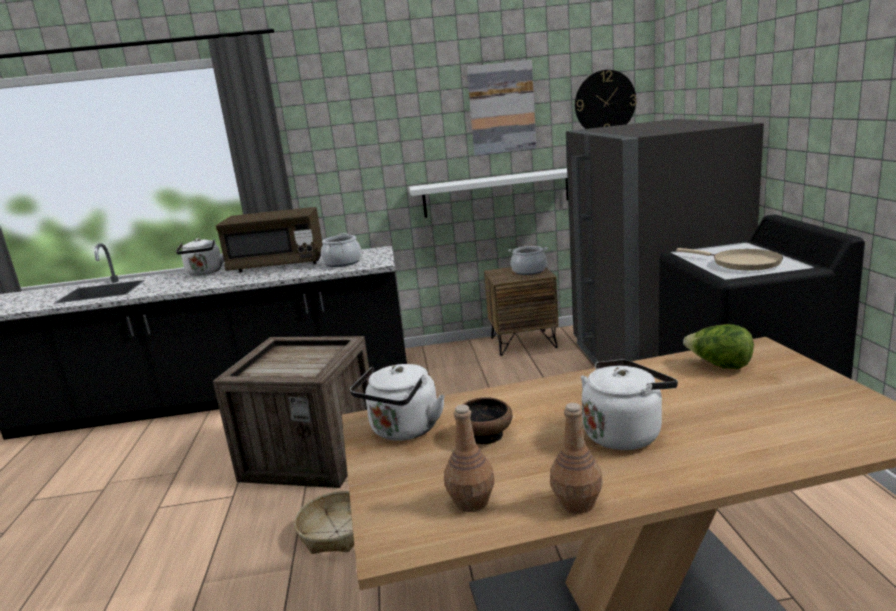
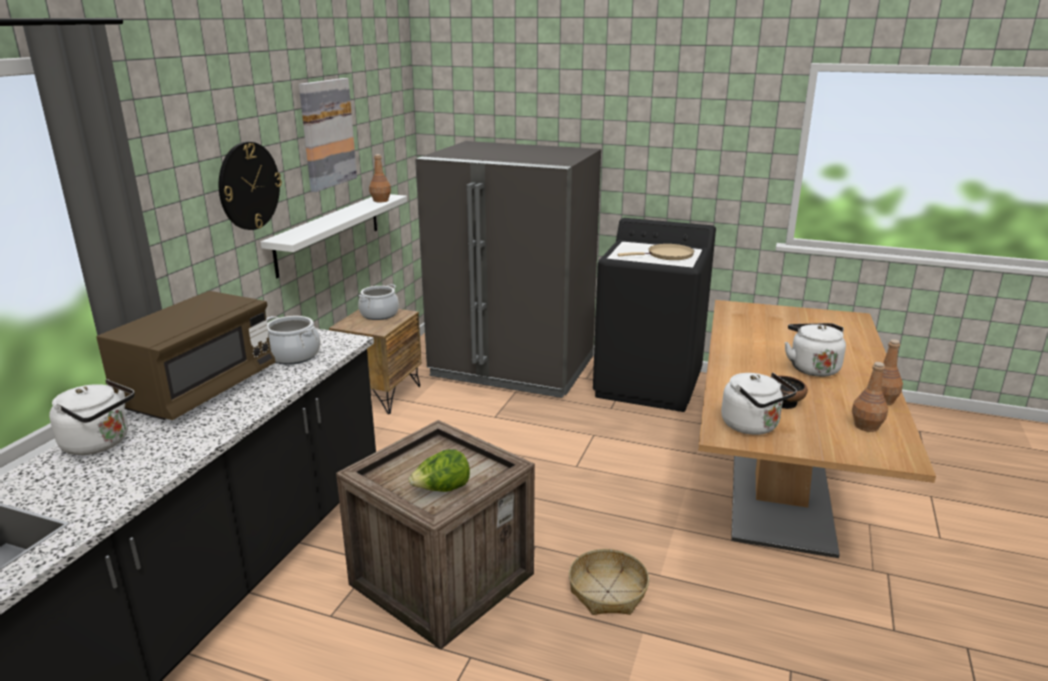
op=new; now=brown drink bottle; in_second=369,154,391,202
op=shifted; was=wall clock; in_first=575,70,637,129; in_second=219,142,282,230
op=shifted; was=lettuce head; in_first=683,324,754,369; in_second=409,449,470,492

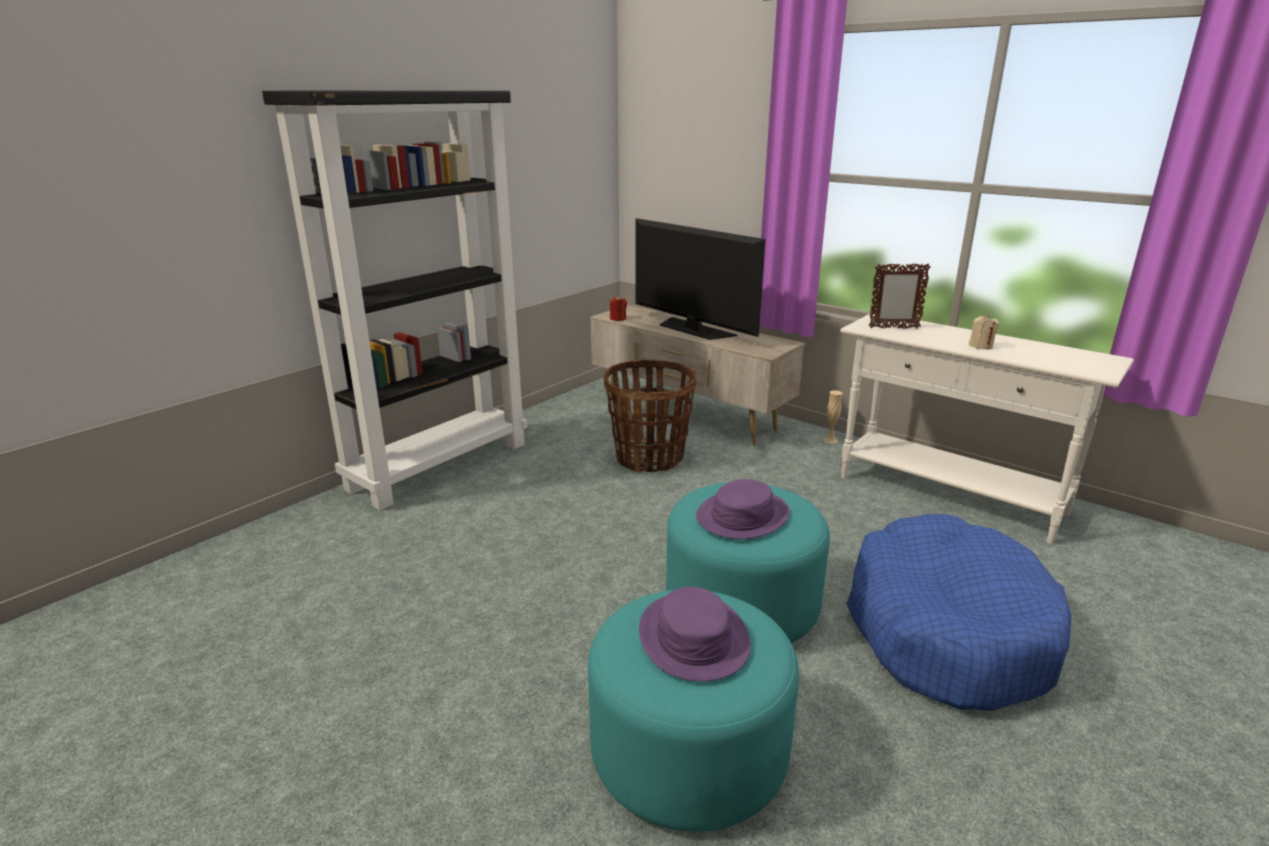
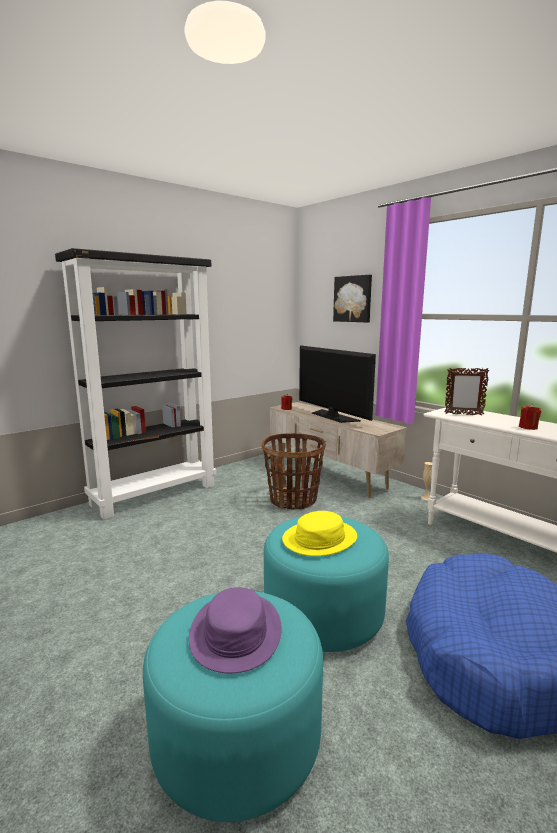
op=new; now=wall art; in_second=333,275,372,322
op=repainted; was=purplish hat; now=yellowish hat; in_first=696,479,790,539; in_second=282,511,357,556
op=repainted; was=beige-coloured wax candle; now=reddish wax candle; in_first=969,315,999,349; in_second=519,404,541,430

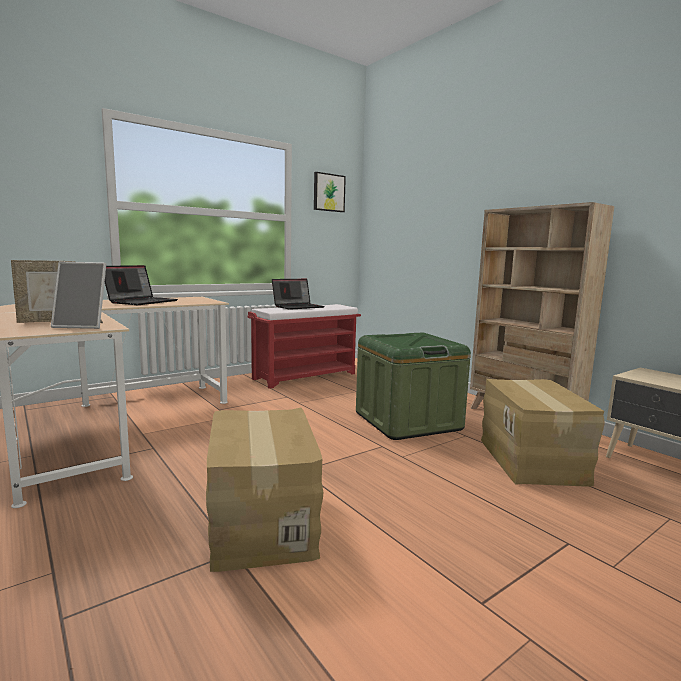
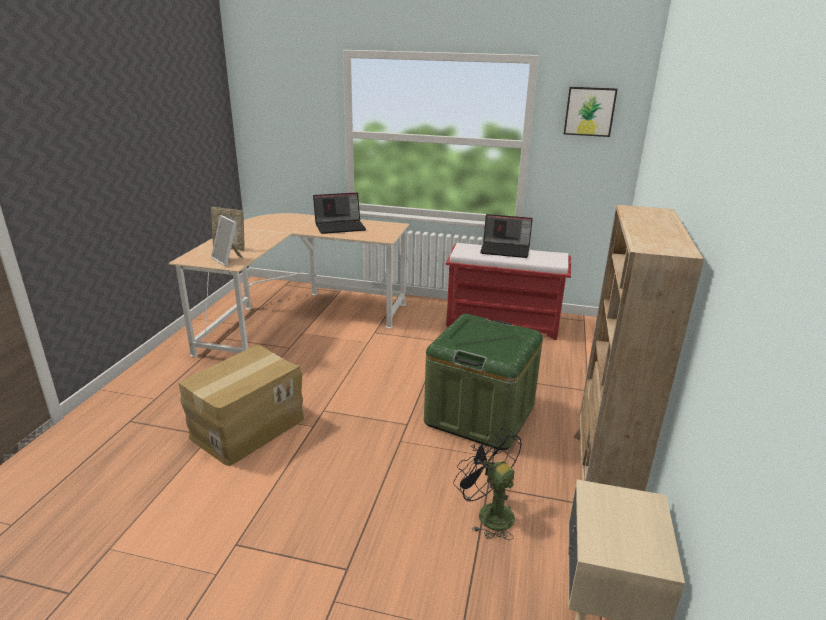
op=swapped; was=packing box; now=black-coloured electric fan; in_first=481,379,605,487; in_second=453,427,522,540

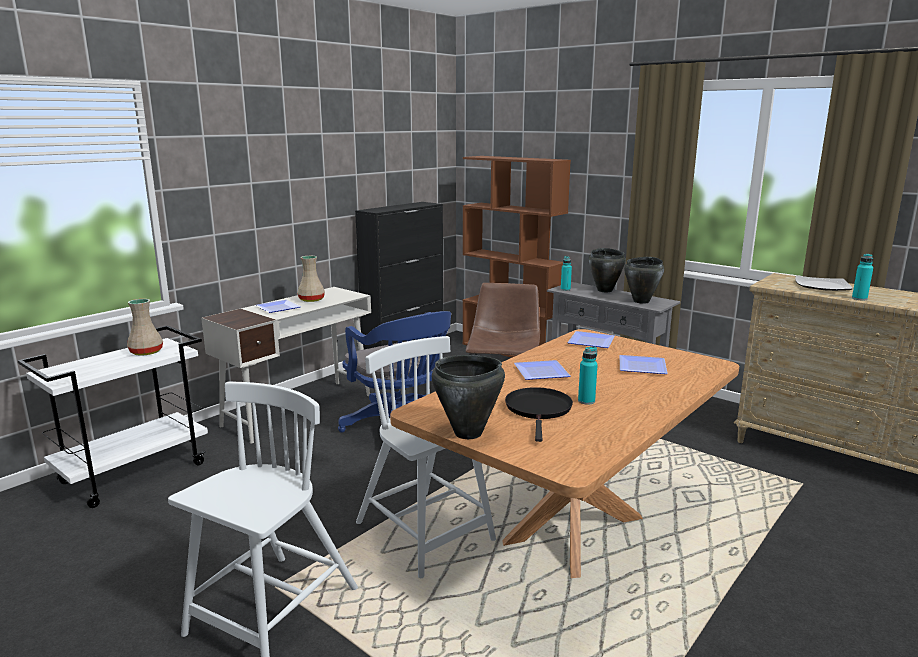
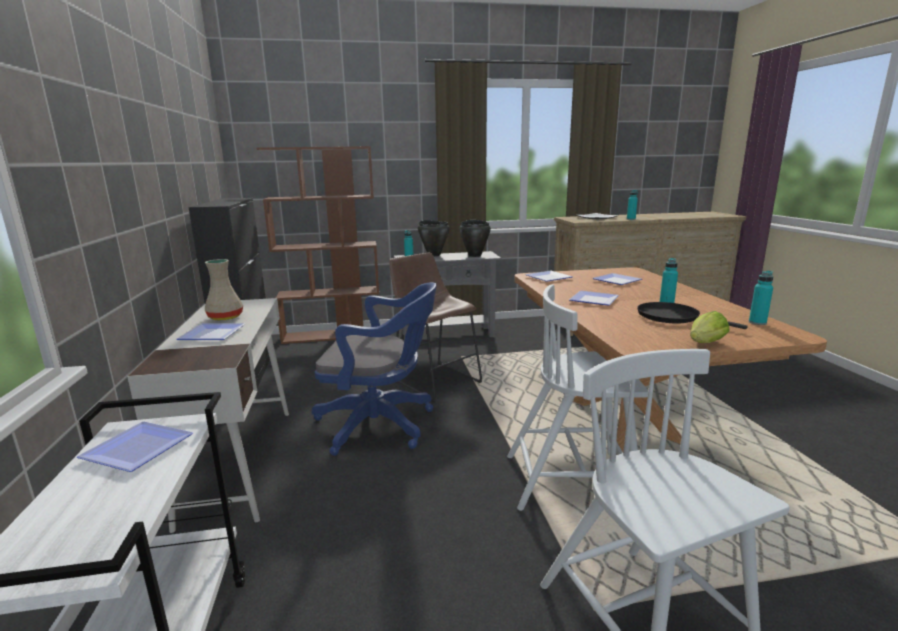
op=new; now=turquoise-coloured drink bottle; in_second=749,271,773,325
op=swapped; was=beige-coloured flower vase; now=dinner plate; in_first=127,299,163,356; in_second=77,422,193,472
op=swapped; was=black-coloured cooking pot; now=lettuce head; in_first=432,355,505,439; in_second=690,311,730,343

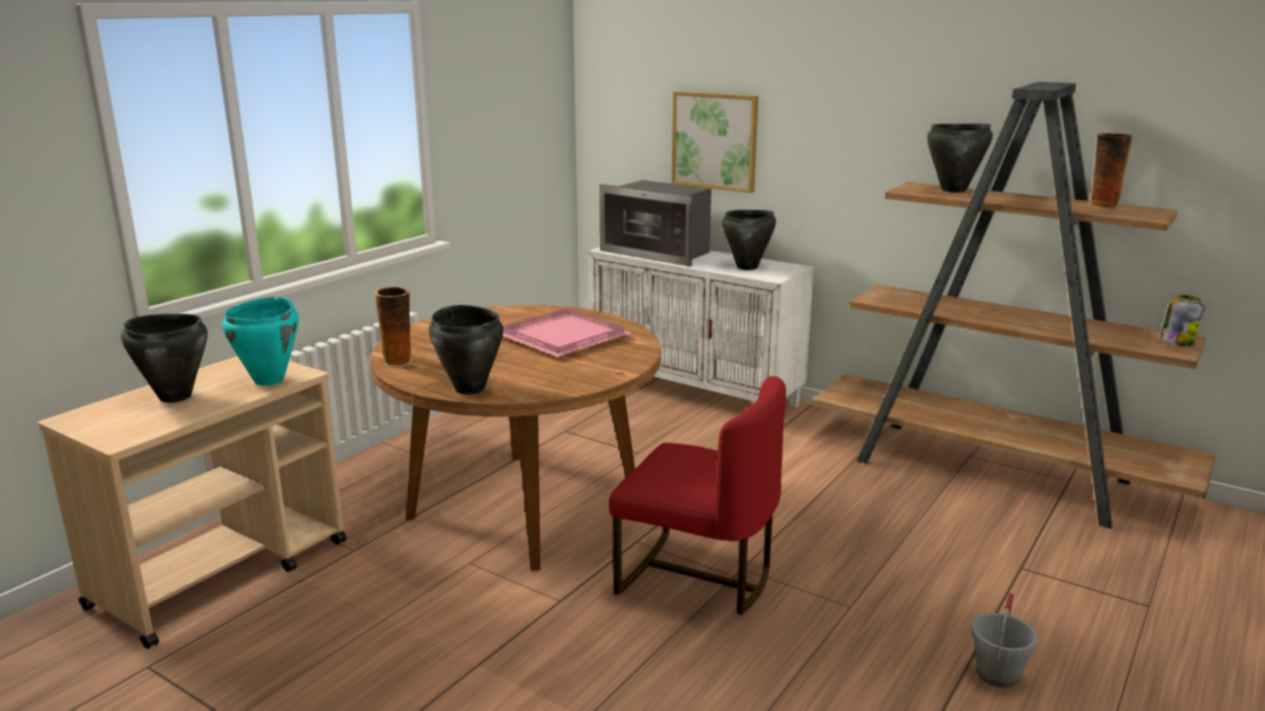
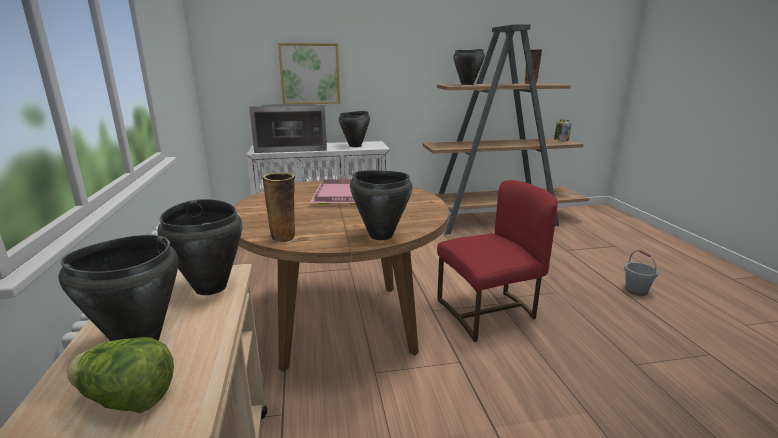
op=new; now=lettuce head; in_second=67,337,174,413
op=repainted; was=turquoise-coloured cooking pot; now=black-coloured cooking pot; in_first=222,297,299,386; in_second=157,199,242,295

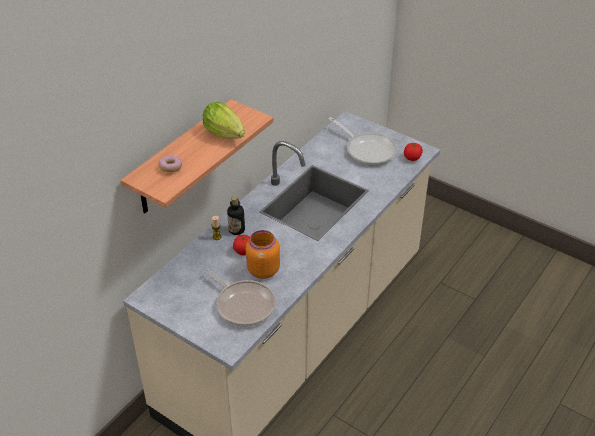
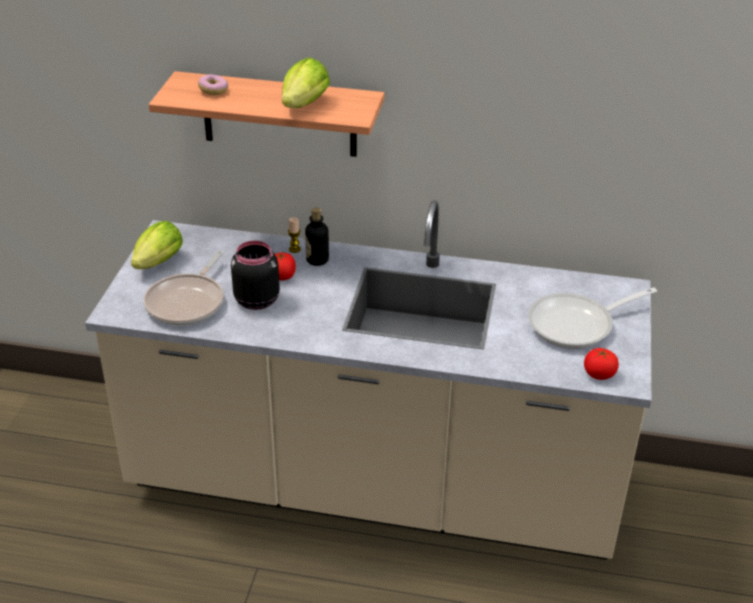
op=new; now=lettuce head; in_second=131,221,183,269
op=repainted; was=orange jar; now=black-coloured jar; in_first=246,230,280,279; in_second=231,240,280,310
op=rotated; was=pan; in_first=329,117,397,166; in_second=528,287,657,349; clockwise=45

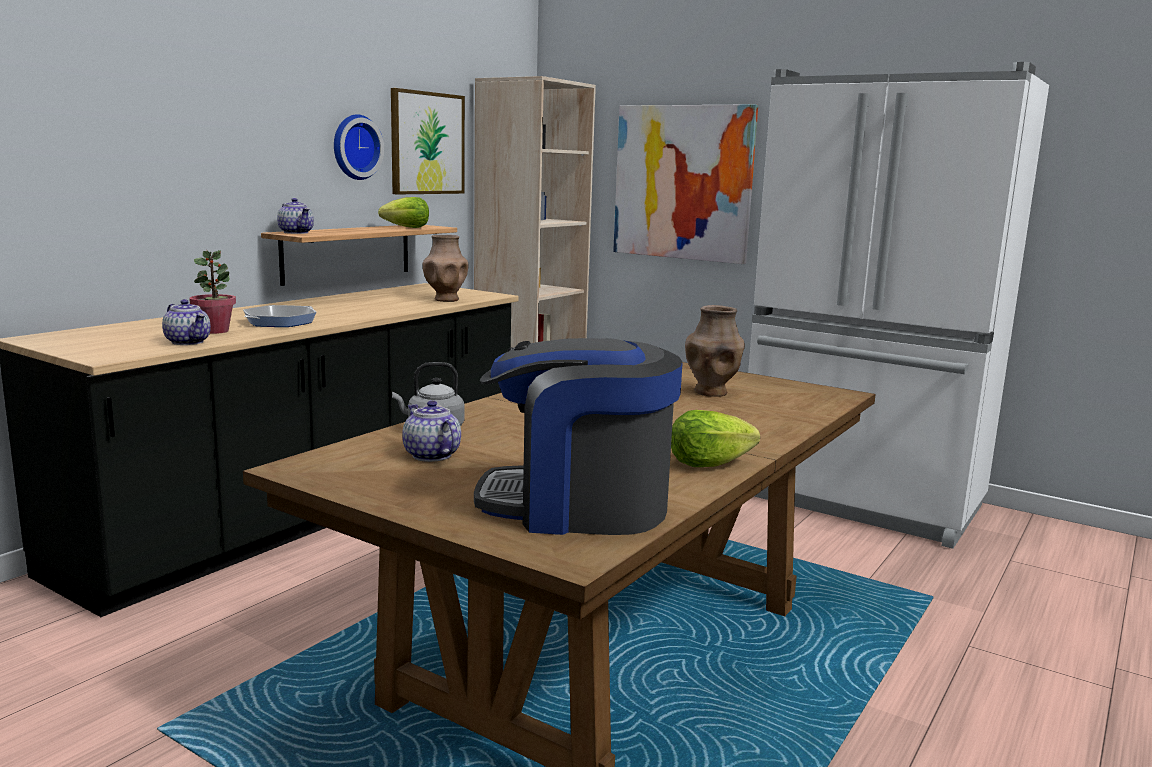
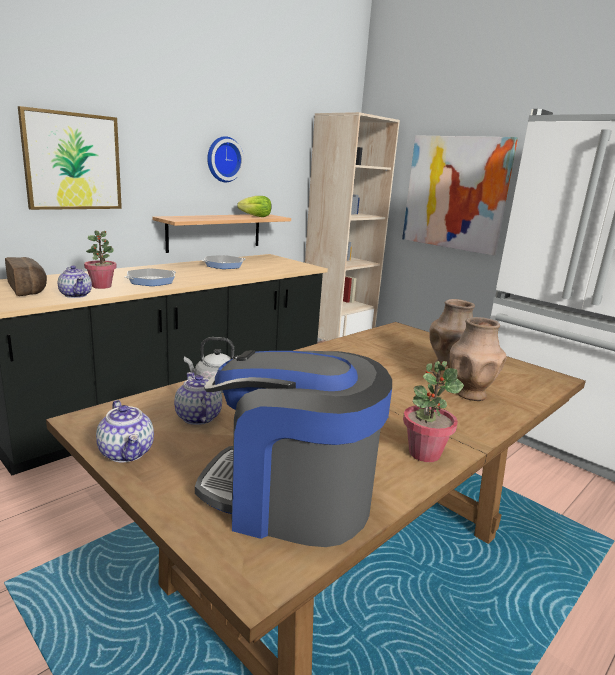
op=new; now=bakery bread; in_second=5,257,47,296
op=new; now=pan; in_second=202,255,245,269
op=shifted; was=pot for tea; in_first=277,198,314,234; in_second=96,400,154,462
op=shifted; was=wall art; in_first=391,88,465,195; in_second=18,106,122,210
op=shifted; was=brown flower vase; in_first=423,235,469,302; in_second=450,317,506,401
op=swapped; was=lettuce head; now=plant in a pot; in_first=671,410,760,467; in_second=403,361,464,462

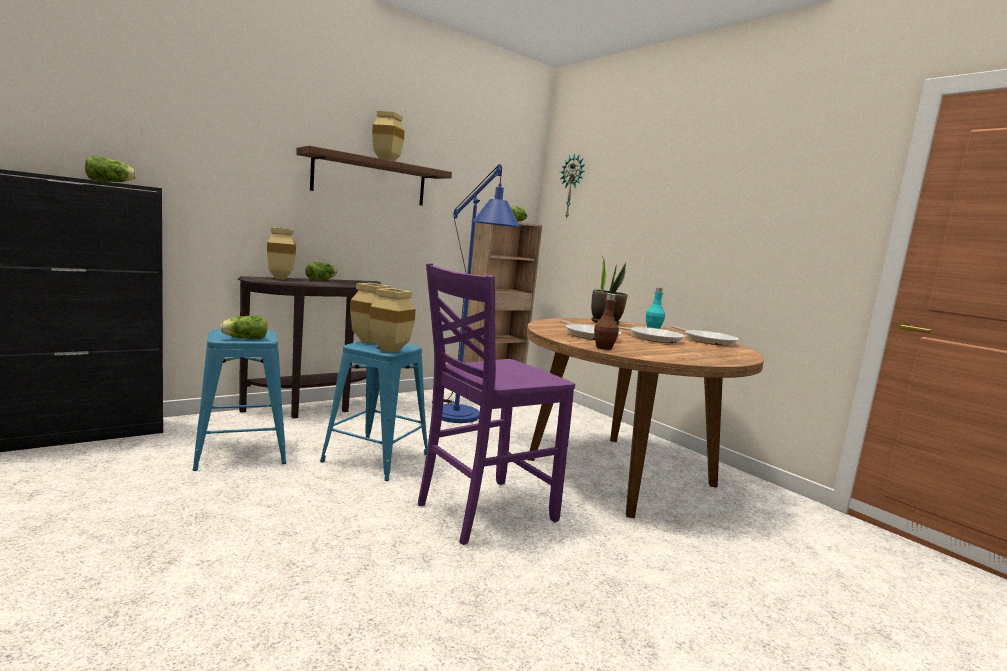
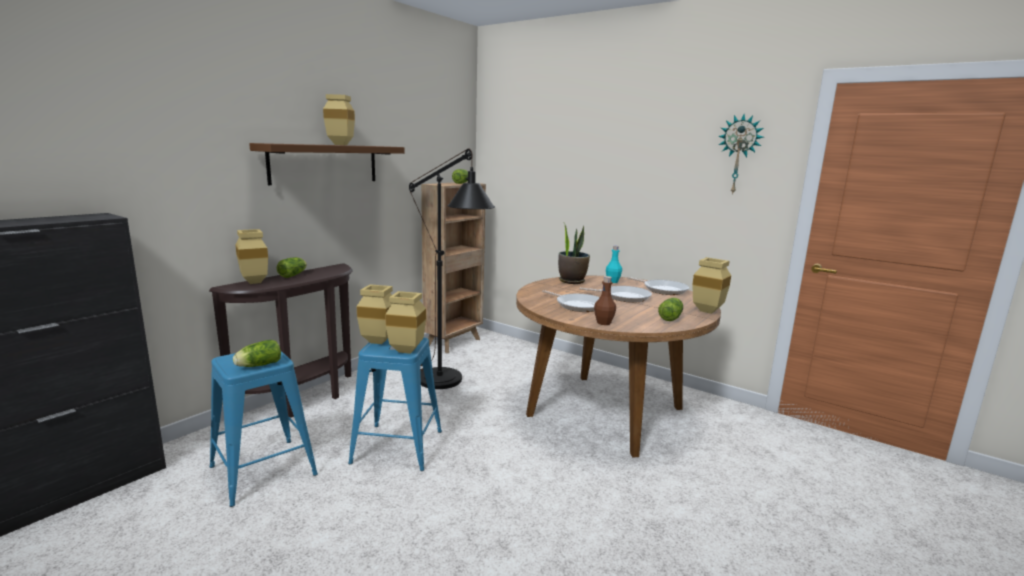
op=gone; was=purplish chair; in_first=418,263,575,545
op=new; now=beige-coloured flower vase; in_second=692,257,731,314
op=shifted; was=lettuce head; in_first=85,156,136,182; in_second=658,298,683,321
op=shifted; was=wall clock; in_first=560,153,585,219; in_second=718,114,764,195
op=repainted; was=blue floor lamp; now=black-coloured floor lamp; in_first=432,164,521,423; in_second=409,149,495,389

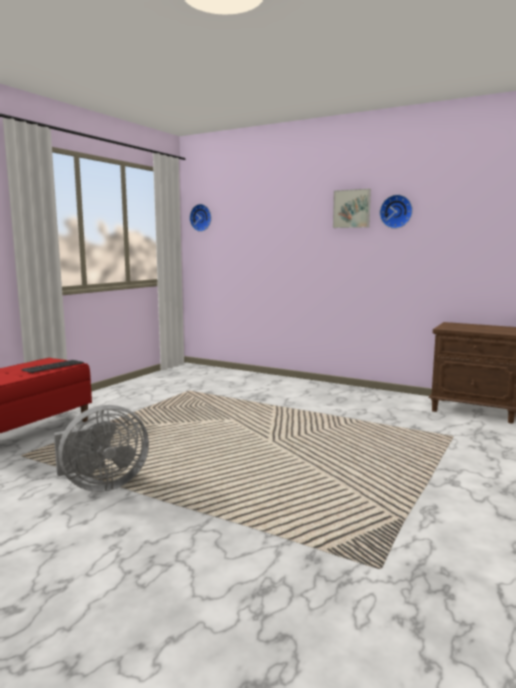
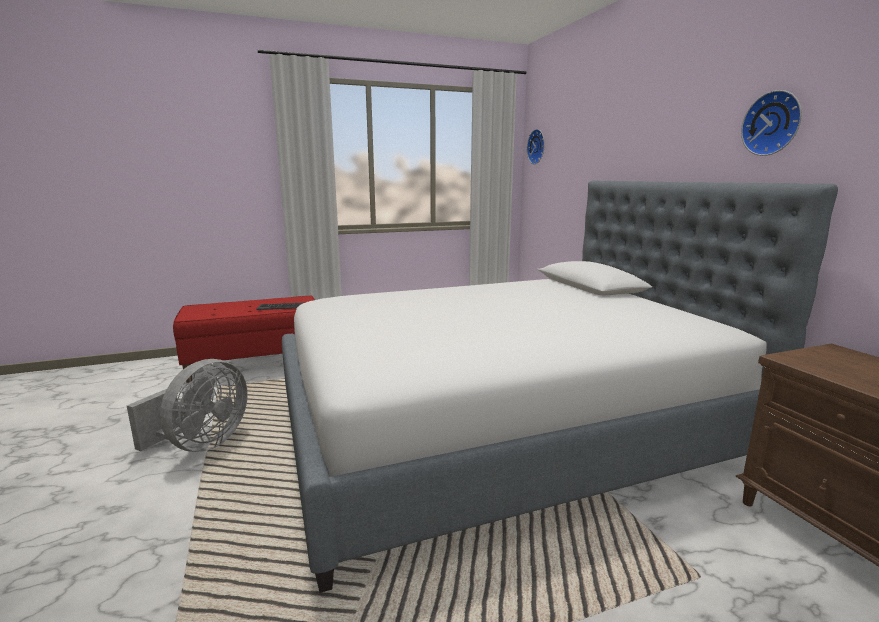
op=gone; was=wall art; in_first=333,189,371,228
op=new; now=sleeping bed; in_second=282,180,838,593
op=rotated; was=gray electric fan; in_first=54,405,149,492; in_second=127,359,248,452; clockwise=-75

